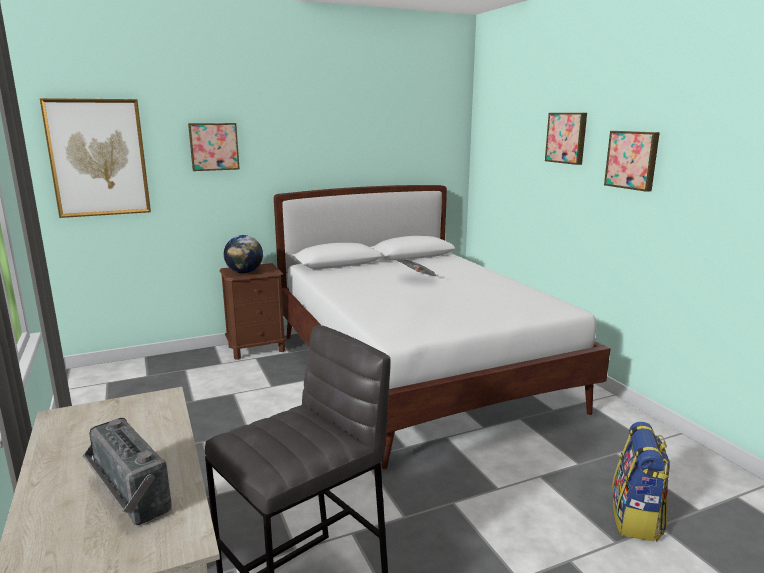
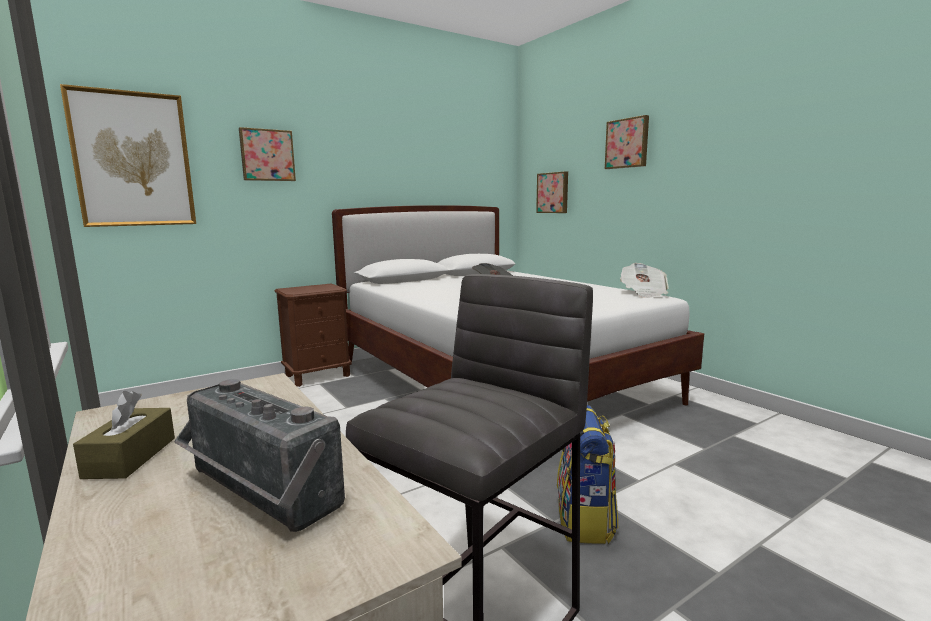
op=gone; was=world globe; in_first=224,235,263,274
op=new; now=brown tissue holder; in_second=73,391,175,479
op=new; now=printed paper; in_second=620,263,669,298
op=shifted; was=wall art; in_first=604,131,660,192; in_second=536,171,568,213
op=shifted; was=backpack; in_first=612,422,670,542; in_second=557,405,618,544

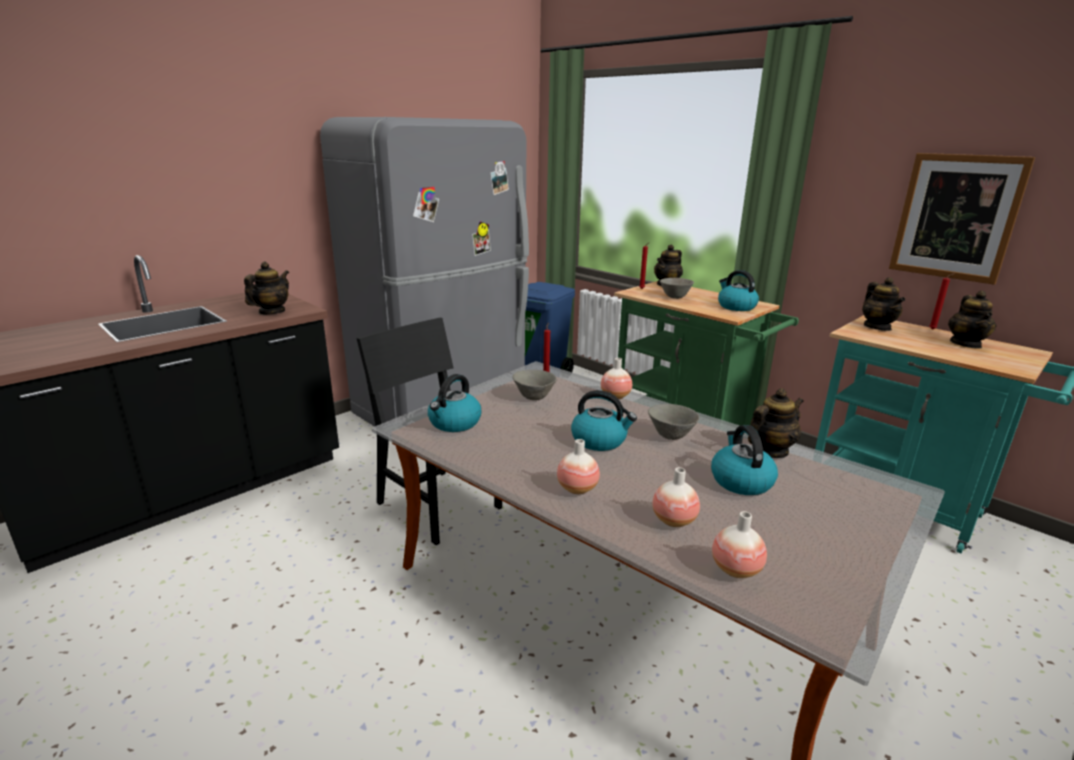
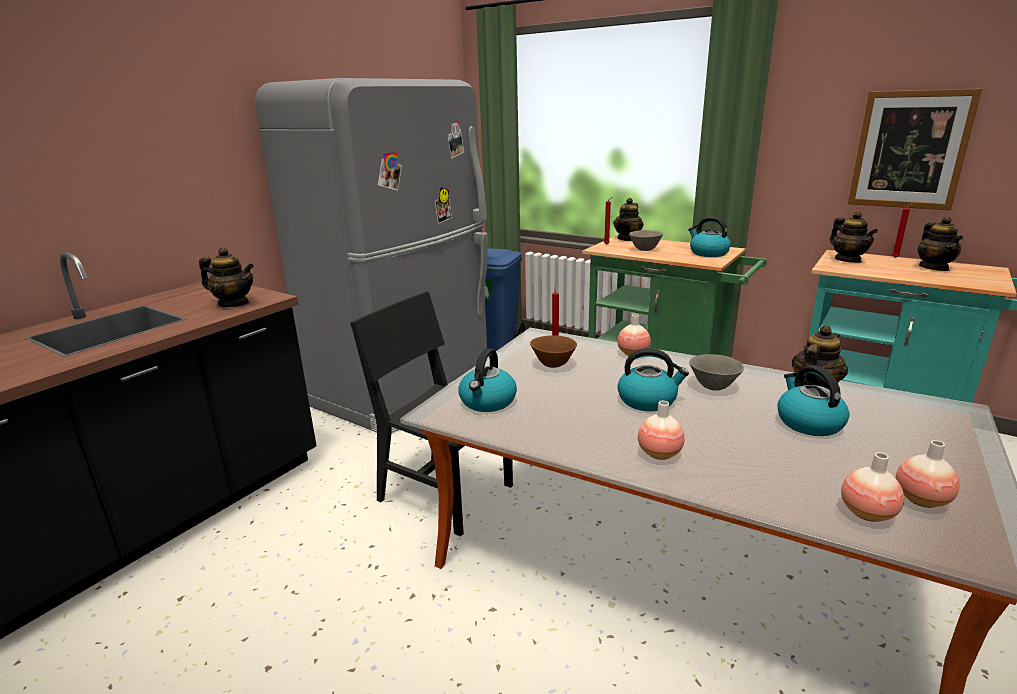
op=shifted; was=flower vase; in_first=652,467,700,527; in_second=896,440,960,508
op=repainted; was=gray serving bowl; now=brown serving bowl; in_first=513,370,556,400; in_second=530,335,577,368
op=rotated; was=pot for tea; in_first=244,262,289,315; in_second=199,247,254,307; clockwise=90

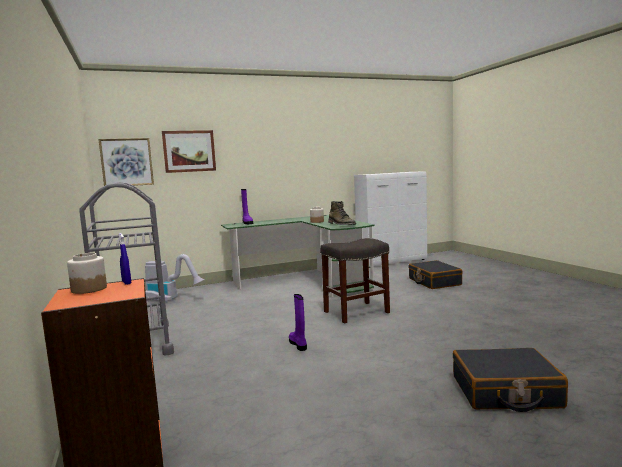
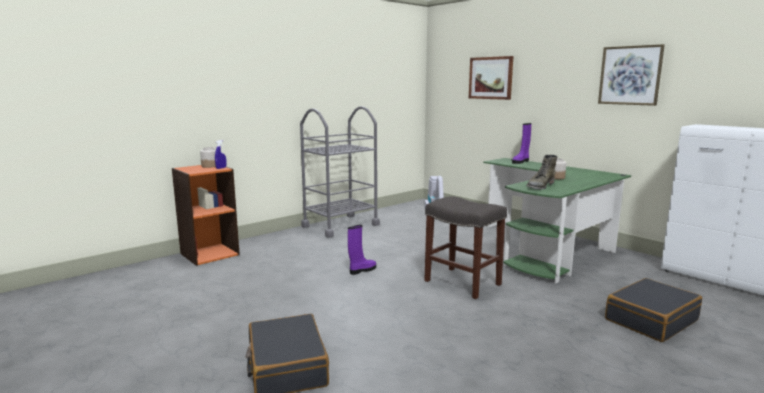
op=shifted; was=wall art; in_first=98,138,154,186; in_second=598,44,665,106

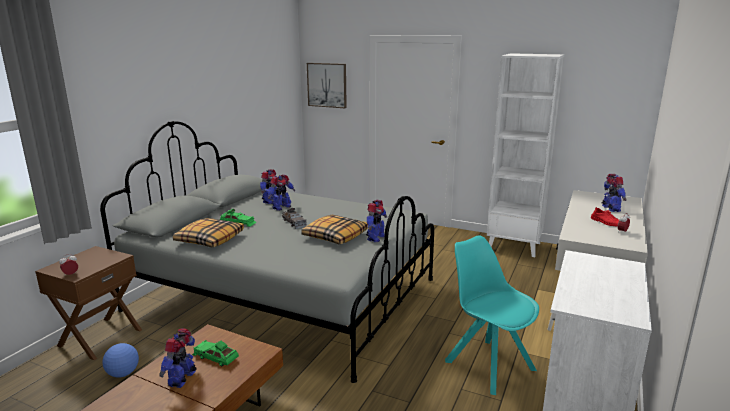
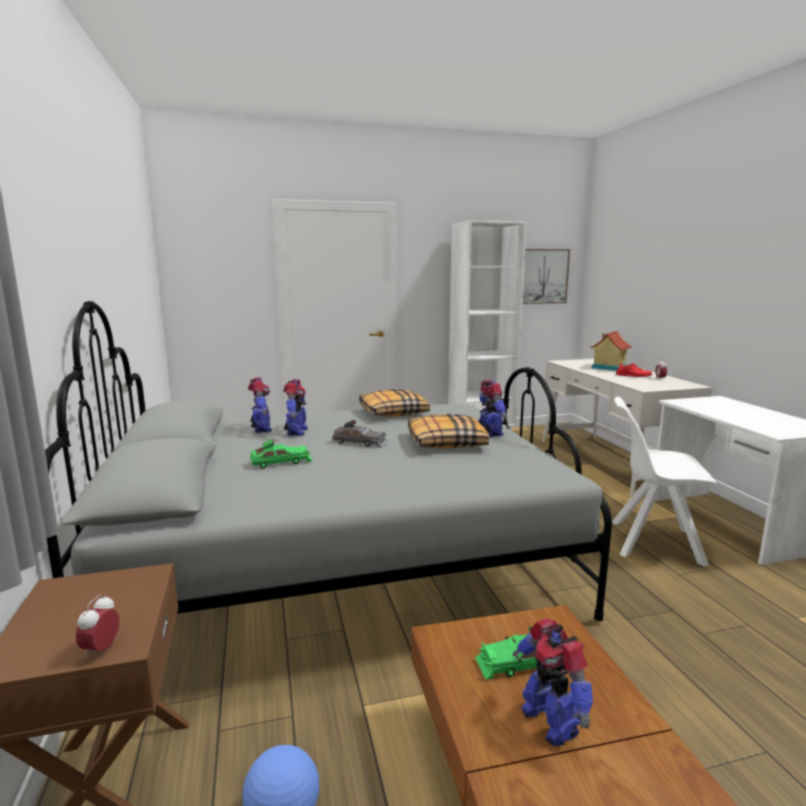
op=shifted; was=cushion; in_first=173,218,244,247; in_second=359,389,430,417
op=shifted; was=wall art; in_first=307,63,347,108; in_second=522,249,570,304
op=swapped; was=robot figure; now=miniature house; in_first=601,174,626,212; in_second=590,331,632,371
op=repainted; was=turquoise-coloured chair; now=white-coloured chair; in_first=445,236,539,395; in_second=612,397,717,567

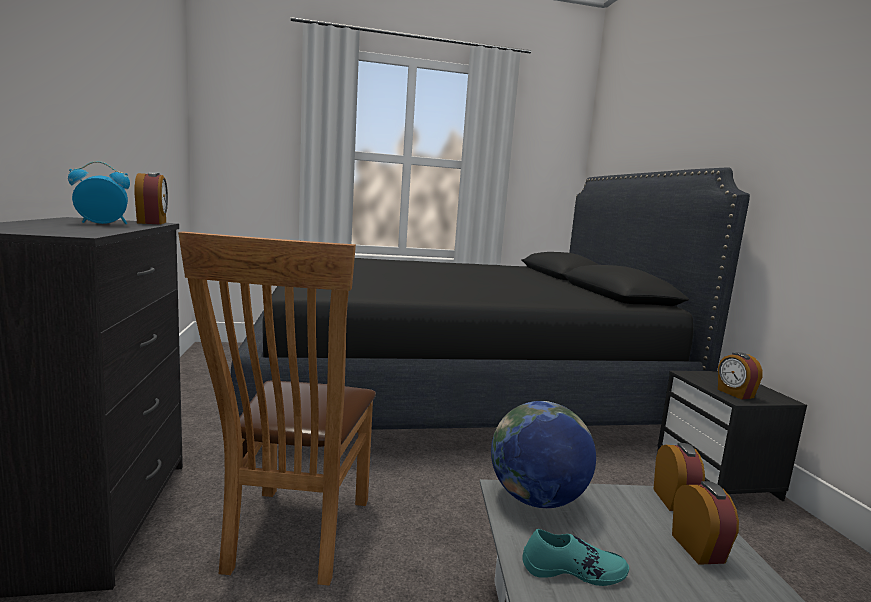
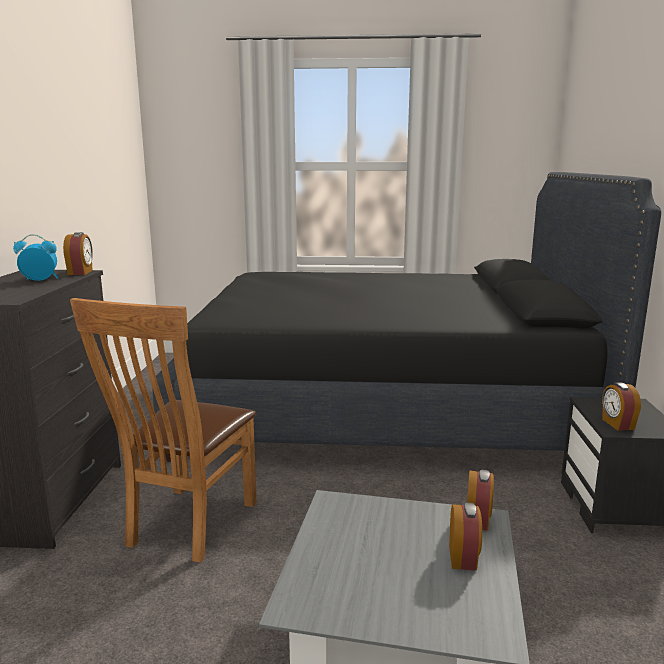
op=gone; was=world globe; in_first=491,401,596,508
op=gone; was=turquoise-coloured shoe; in_first=522,529,629,586

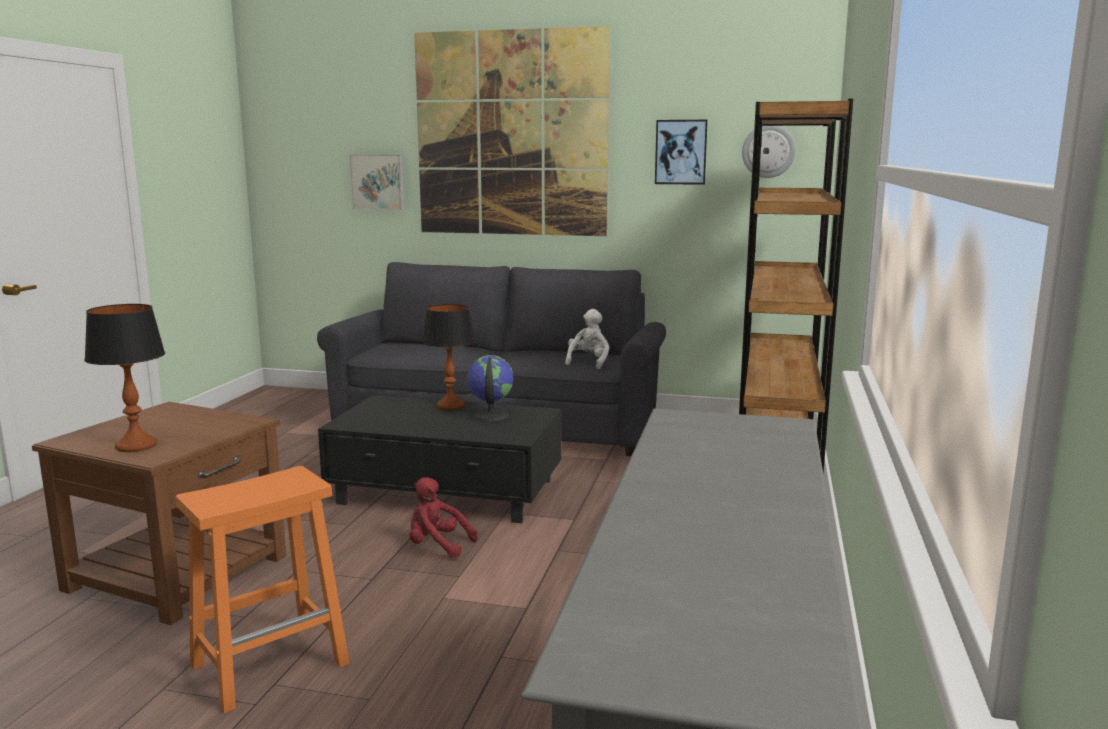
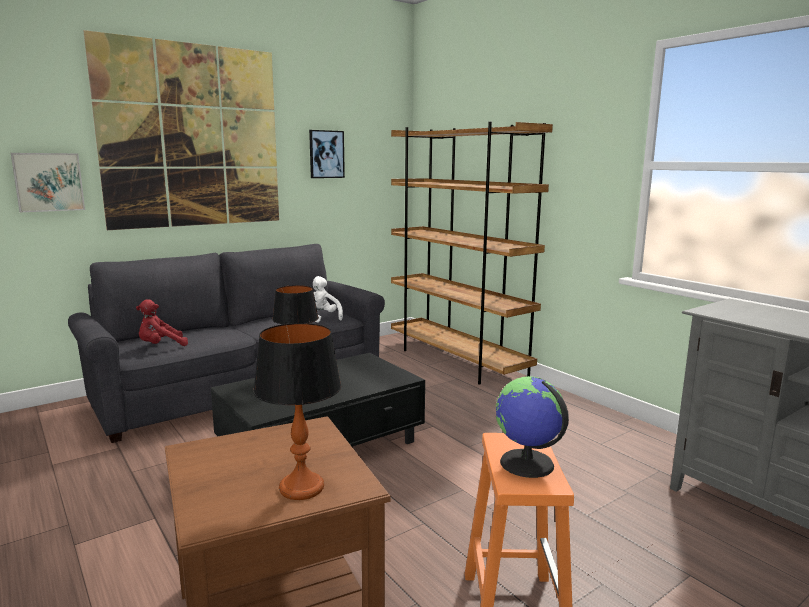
op=gone; was=wall clock; in_first=742,126,796,178
op=shifted; was=reddish cuddly toy; in_first=409,477,478,558; in_second=136,299,188,346
op=shifted; was=world globe; in_first=468,355,513,421; in_second=496,376,569,478

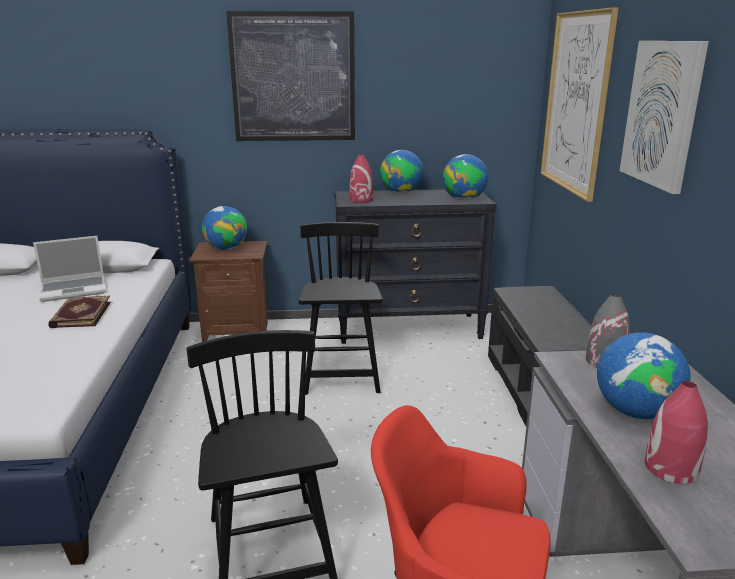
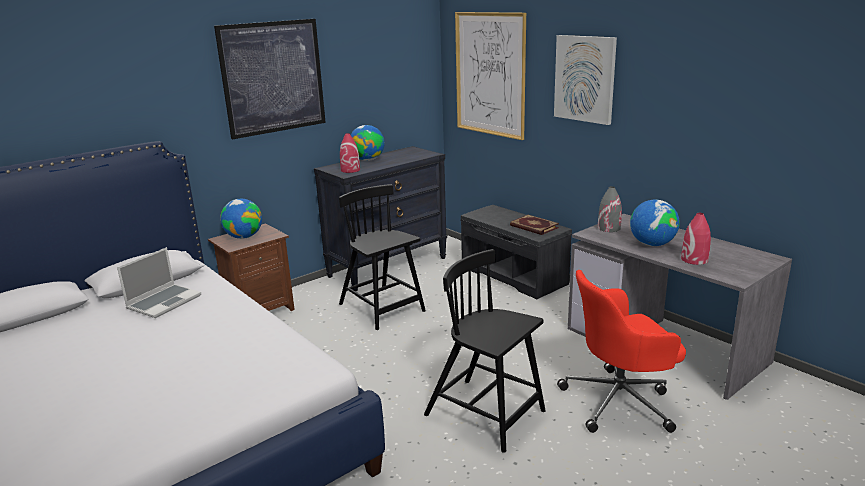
op=gone; was=world globe; in_first=442,154,488,201
op=shifted; was=bound book; in_first=48,296,111,328; in_second=510,215,559,235

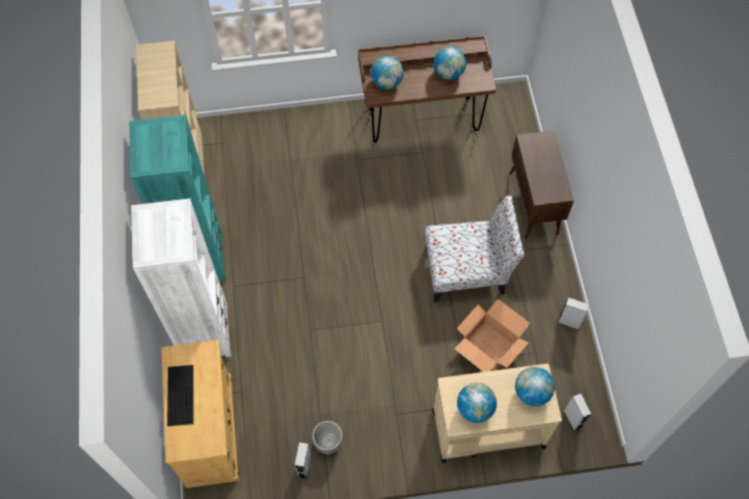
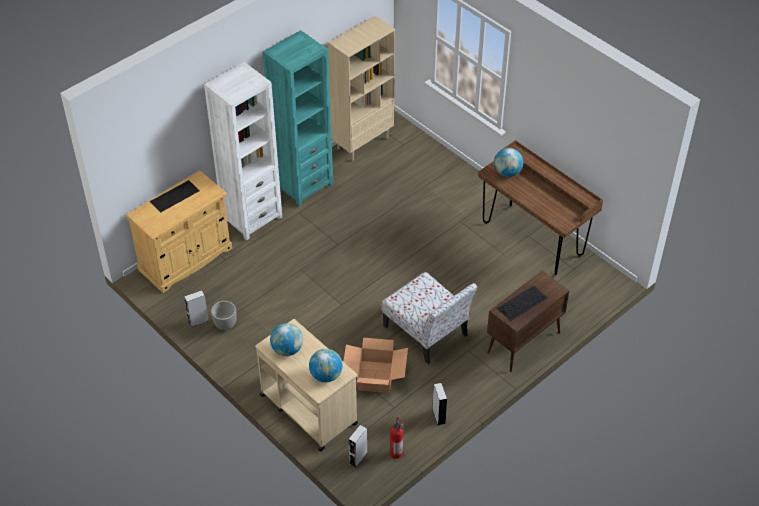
op=gone; was=world globe; in_first=433,46,466,80
op=new; now=extinguisher; in_second=390,417,404,459
op=new; now=keyboard; in_second=497,286,547,321

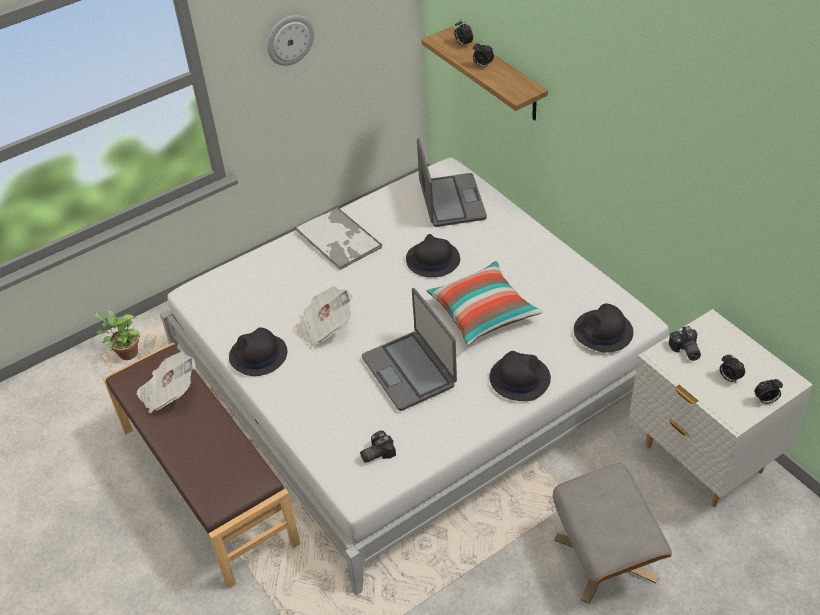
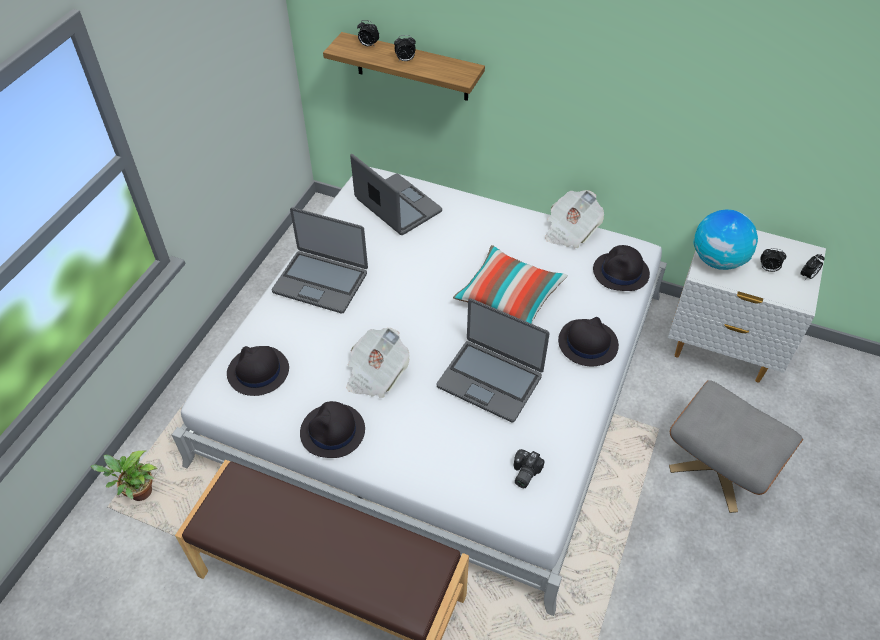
op=gone; was=wall clock; in_first=267,15,314,66
op=shifted; was=printed paper; in_first=137,351,196,413; in_second=545,190,604,248
op=shifted; was=black-coloured hat; in_first=406,234,460,278; in_second=227,346,289,396
op=swapped; was=carrying tray; now=laptop; in_first=295,206,382,270; in_second=272,207,368,314
op=swapped; was=photo camera; now=world globe; in_first=669,326,701,361; in_second=694,209,758,270

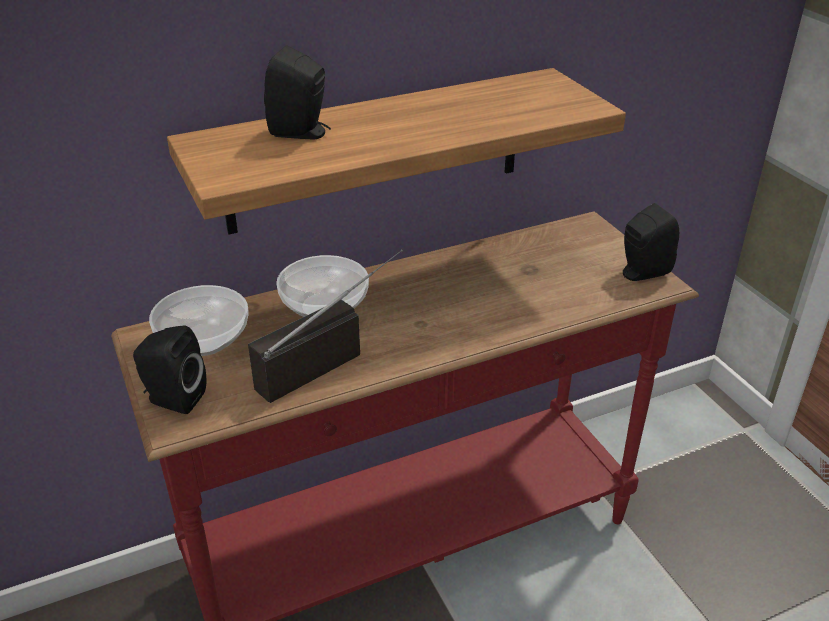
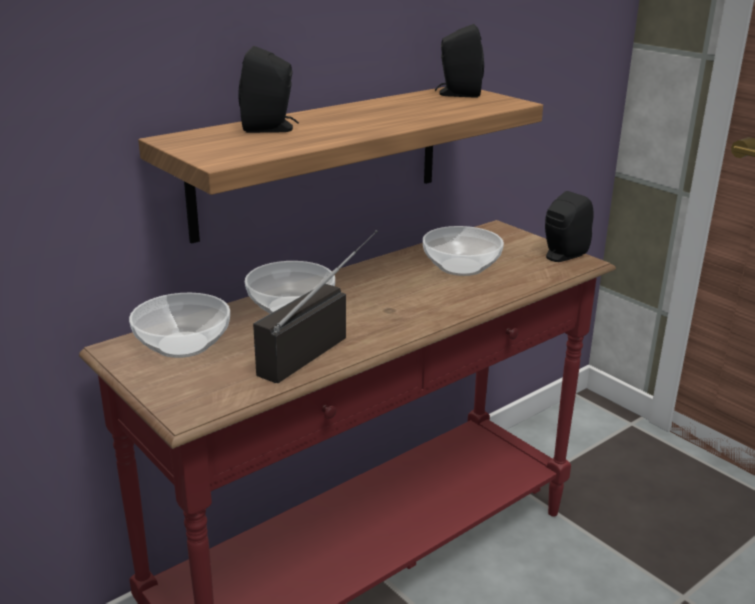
op=new; now=serving bowl; in_second=423,226,504,276
op=shifted; was=black-coloured loudspeaker; in_first=133,325,206,414; in_second=435,24,484,98

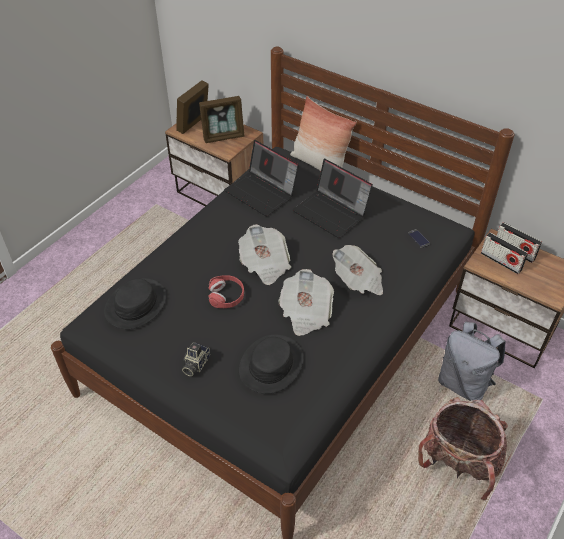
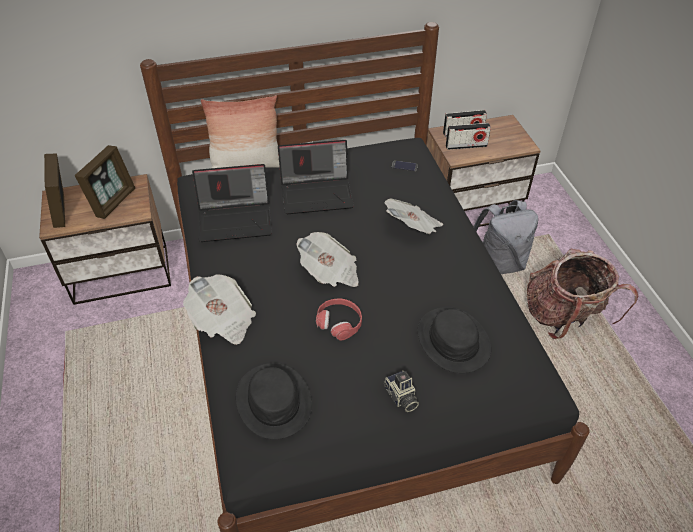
op=shifted; was=printed paper; in_first=278,269,334,336; in_second=183,274,256,345

